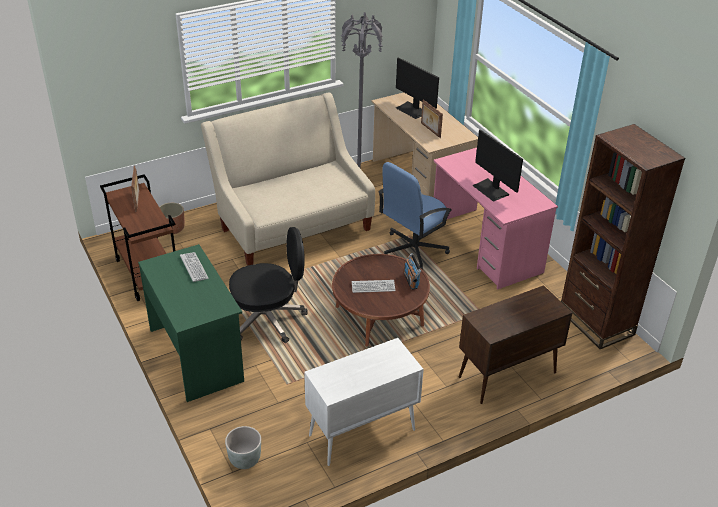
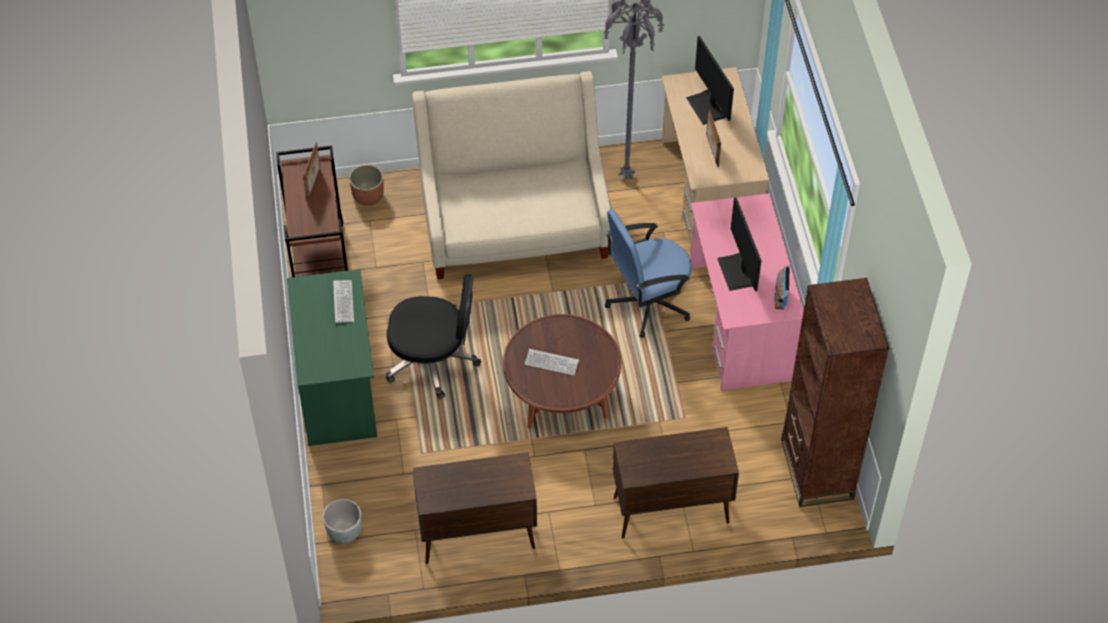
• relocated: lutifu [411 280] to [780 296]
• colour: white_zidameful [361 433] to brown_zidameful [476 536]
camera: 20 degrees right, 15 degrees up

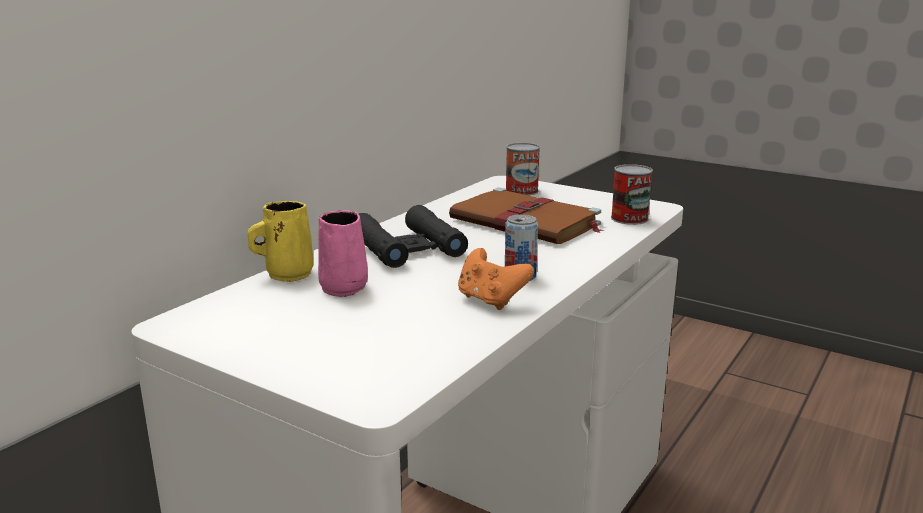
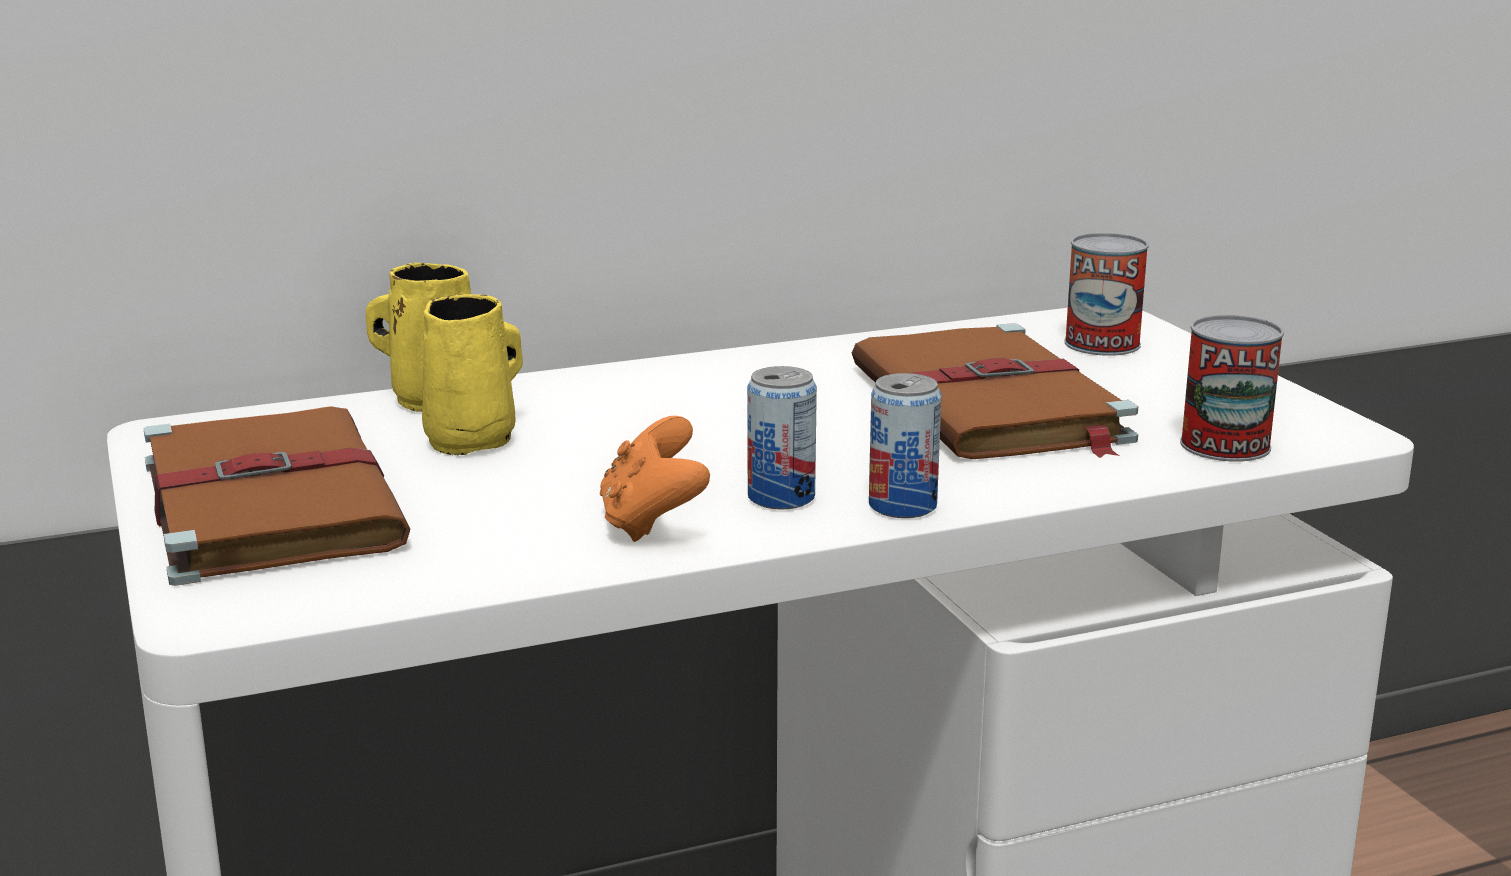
• missing: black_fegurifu [407 248]
• appeared: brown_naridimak [269 501]
• appeared: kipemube [902 506]
• colour: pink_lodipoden [344 287] to yellow_lodipoden [475 440]
camera: 35 degrees right, 0 degrees up

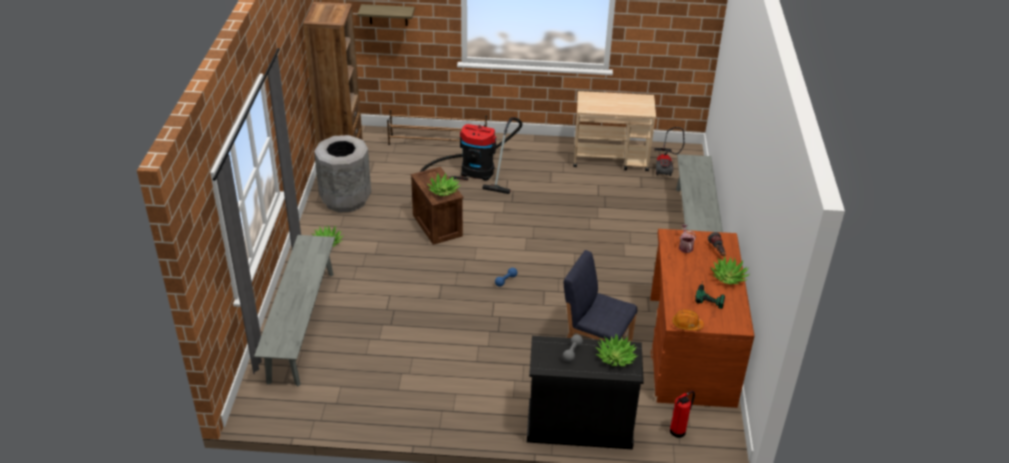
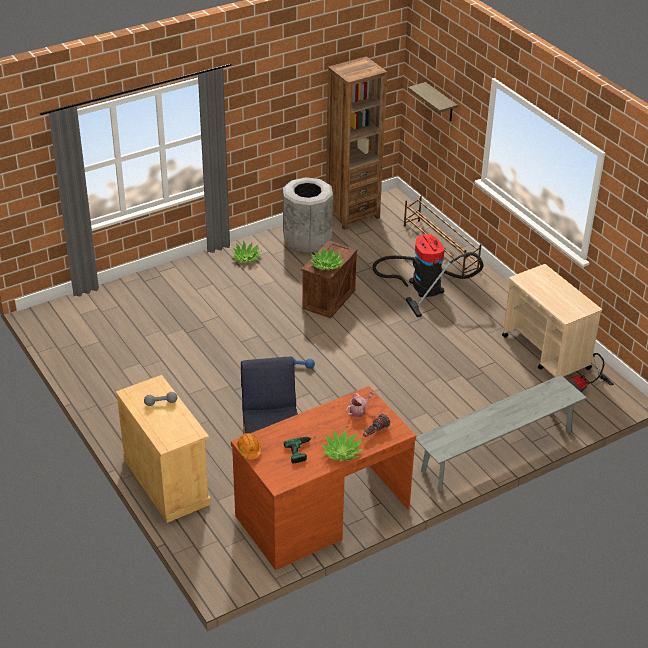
• missing: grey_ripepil [301 325]
• missing: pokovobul [615 357]
• missing: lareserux [679 430]
• colour: black_zidameful [579 426] to beige_zidameful [166 481]
camera: 55 degrees right, 0 degrees up

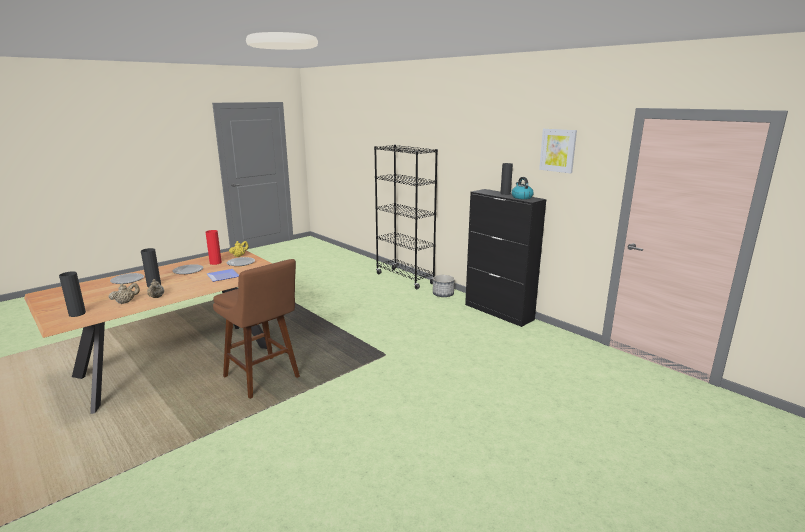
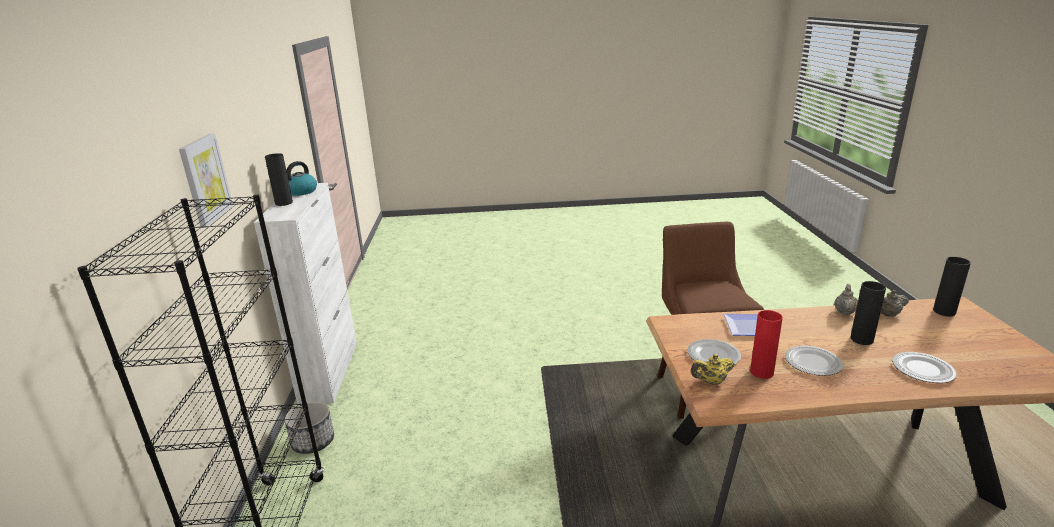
• relocated: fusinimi [558 150] to [205 179]
• colour: black_zidameful [499 312] to white_zidameful [330 371]
camera: 140 degrees left, 5 degrees up

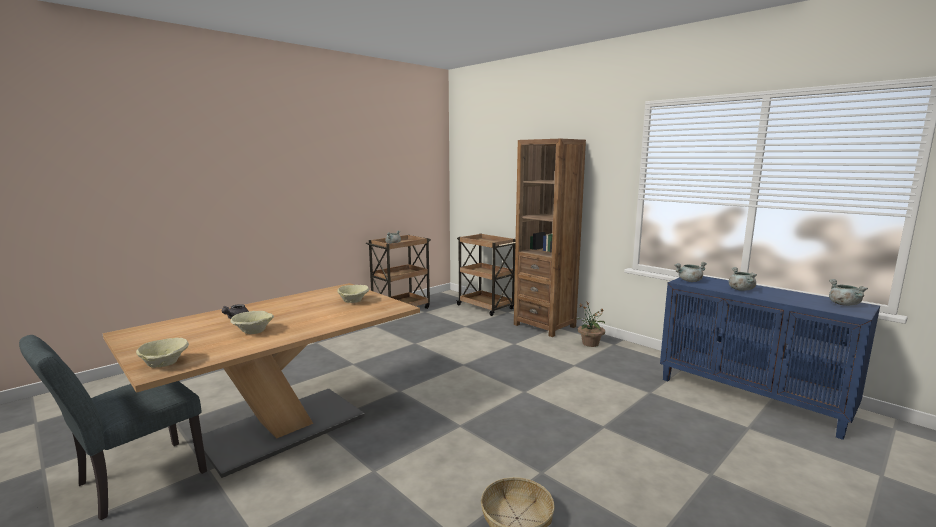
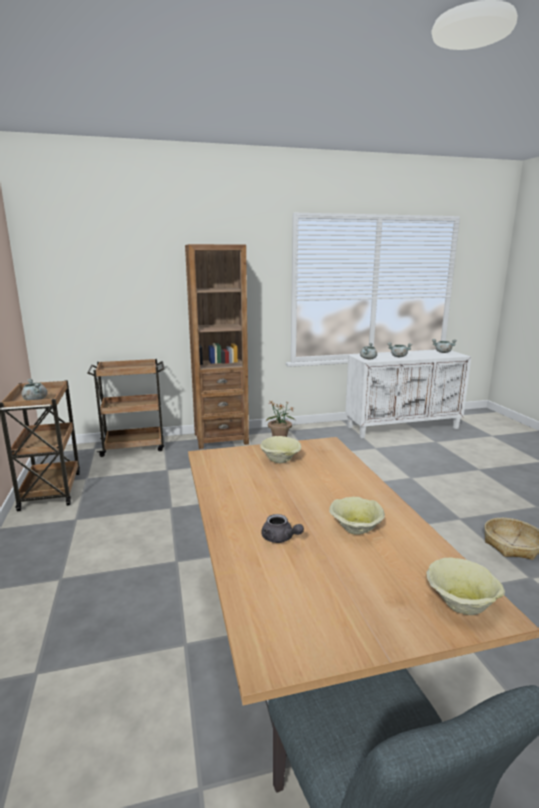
• colour: blue_zidameful [751 397] to white_zidameful [403 427]
camera: 60 degrees left, 5 degrees up

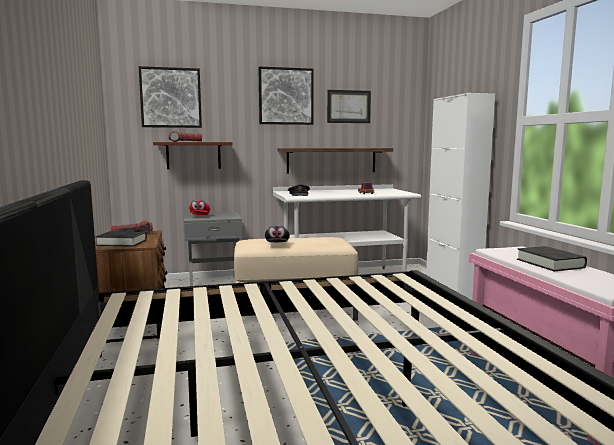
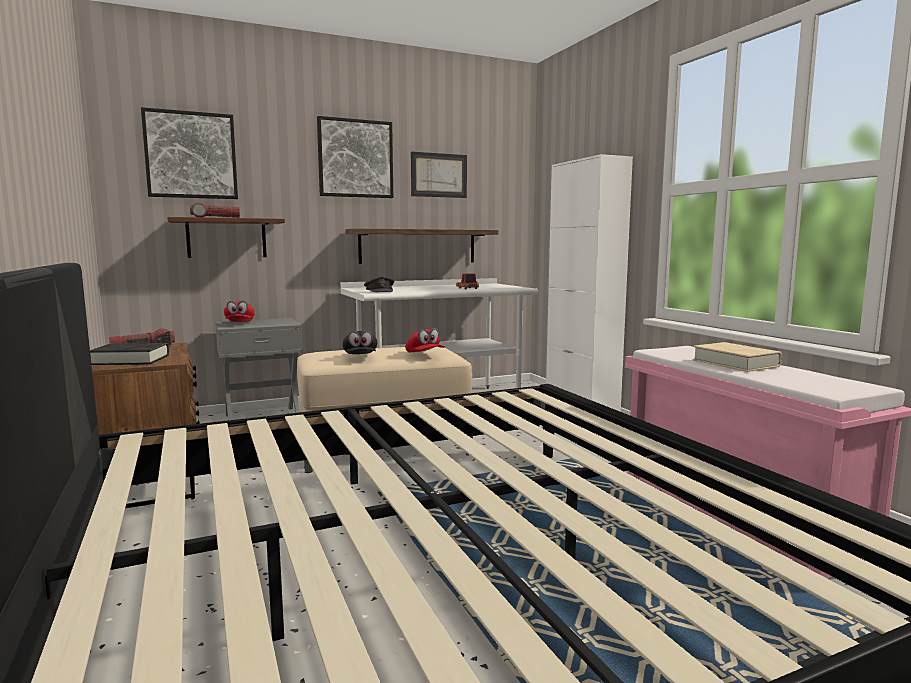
• appeared: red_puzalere [424 355]
• colour: black_naridimak [550 263] to beige_naridimak [735 363]
camera: 10 degrees left, 0 degrees up

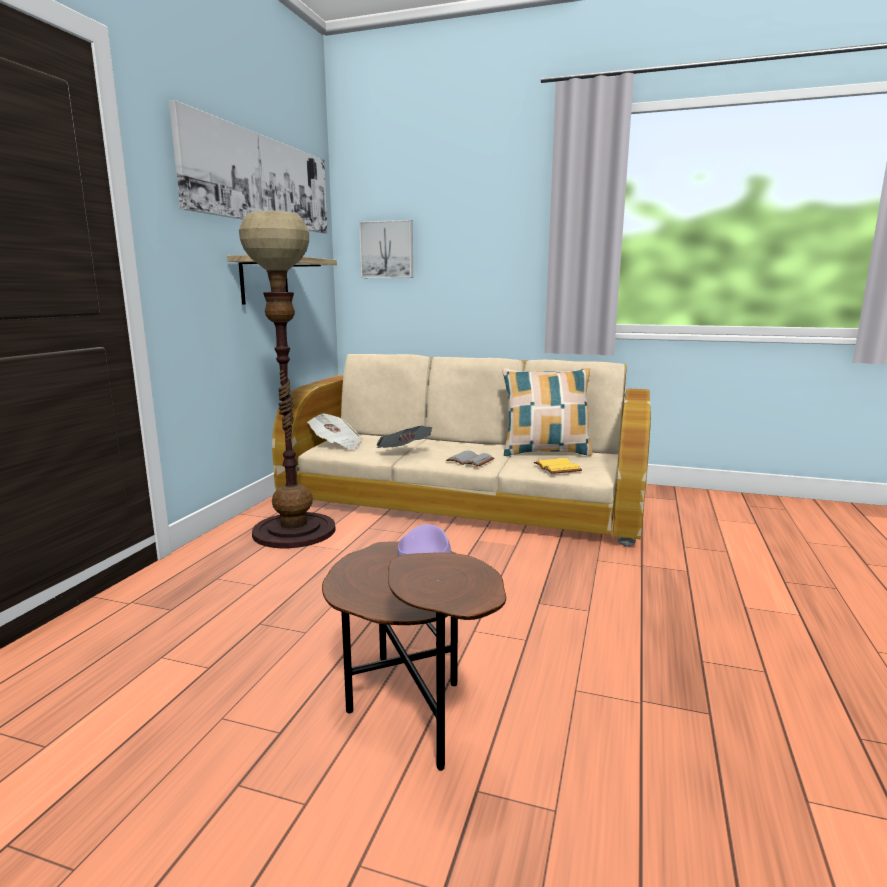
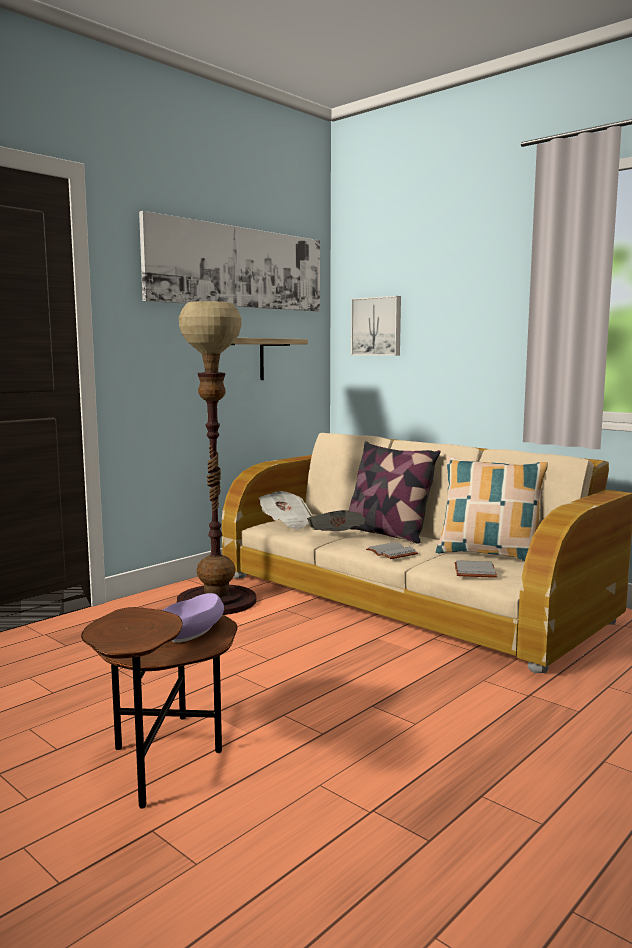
• appeared: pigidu [387 533]
• colour: yellow_naridimak [555 468] to grey_naridimak [473 571]
camera: 25 degrees right, 5 degrees down

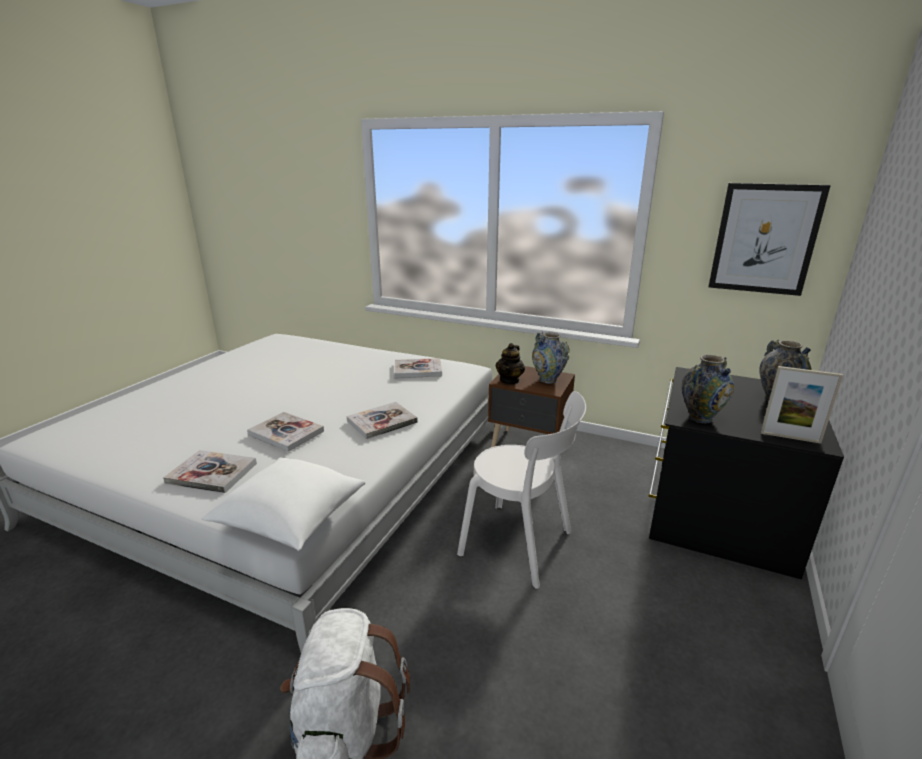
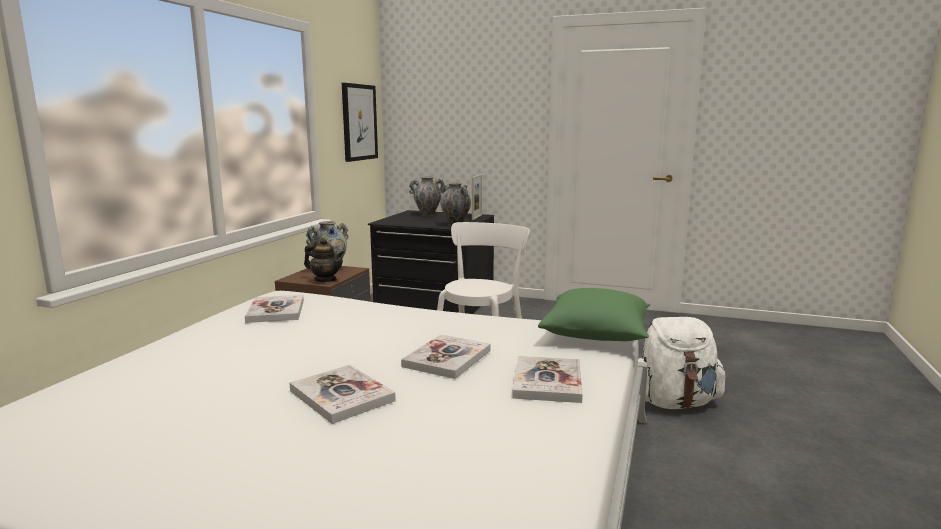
• relocated: naridimak [382 422] to [341 396]
• colour: white_pigidu [290 519] to green_pigidu [596 335]
camera: 95 degrees left, 10 degrees down

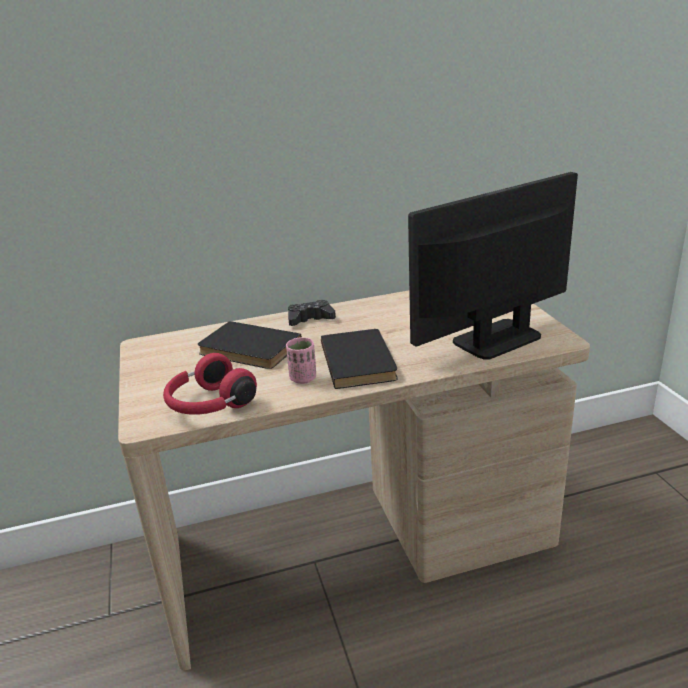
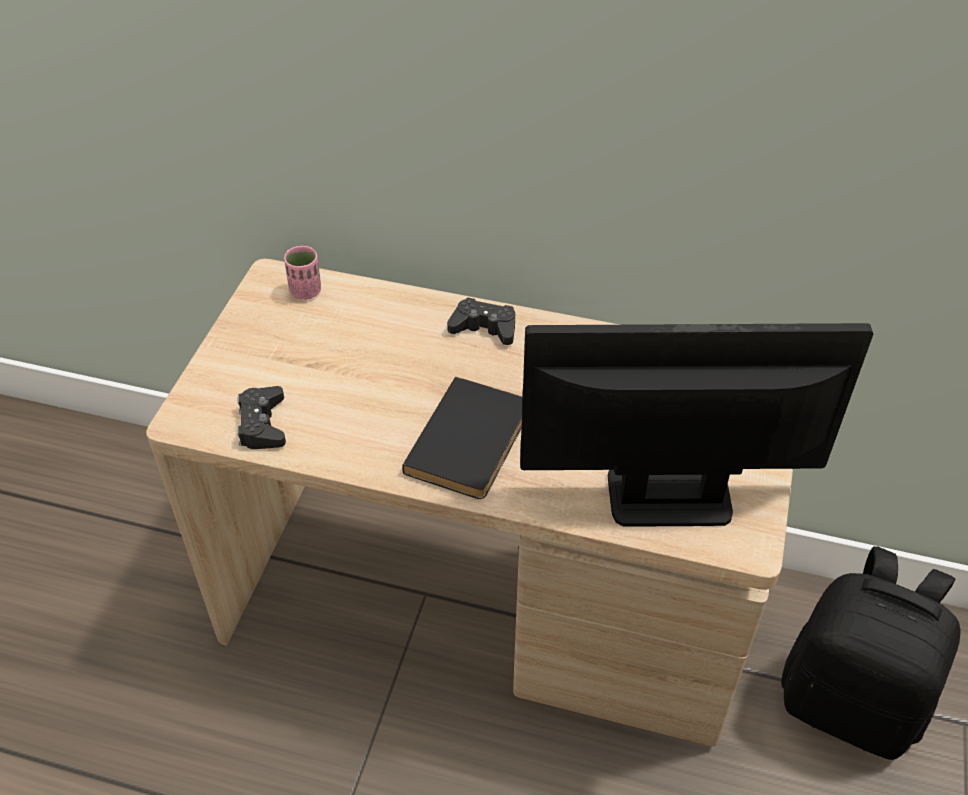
• missing: black_naridimak [248 350]
• appeared: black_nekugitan [850 702]
• relocated: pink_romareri [303 378] to [306 291]
• exchanged: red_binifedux [209 405] to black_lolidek [262 424]
camera: 30 degrees right, 20 degrees up

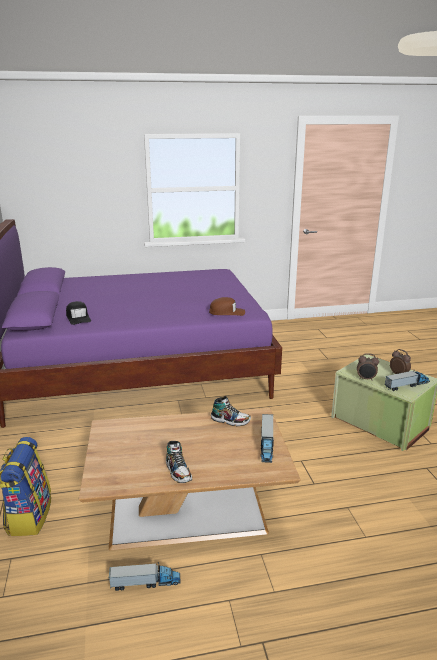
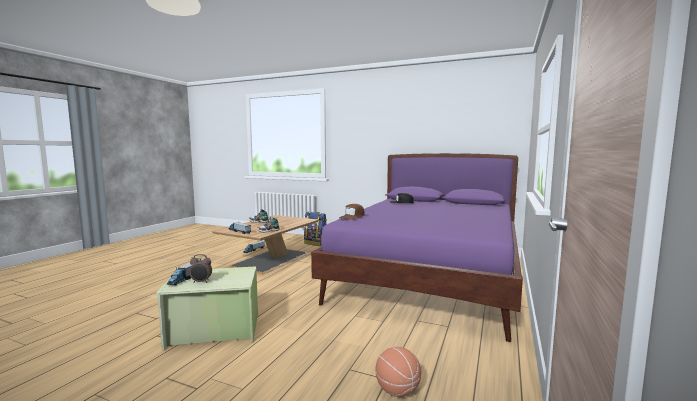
• missing: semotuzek [366 379]
• appeared: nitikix [397 391]
camera: 125 degrees right, 15 degrees down

